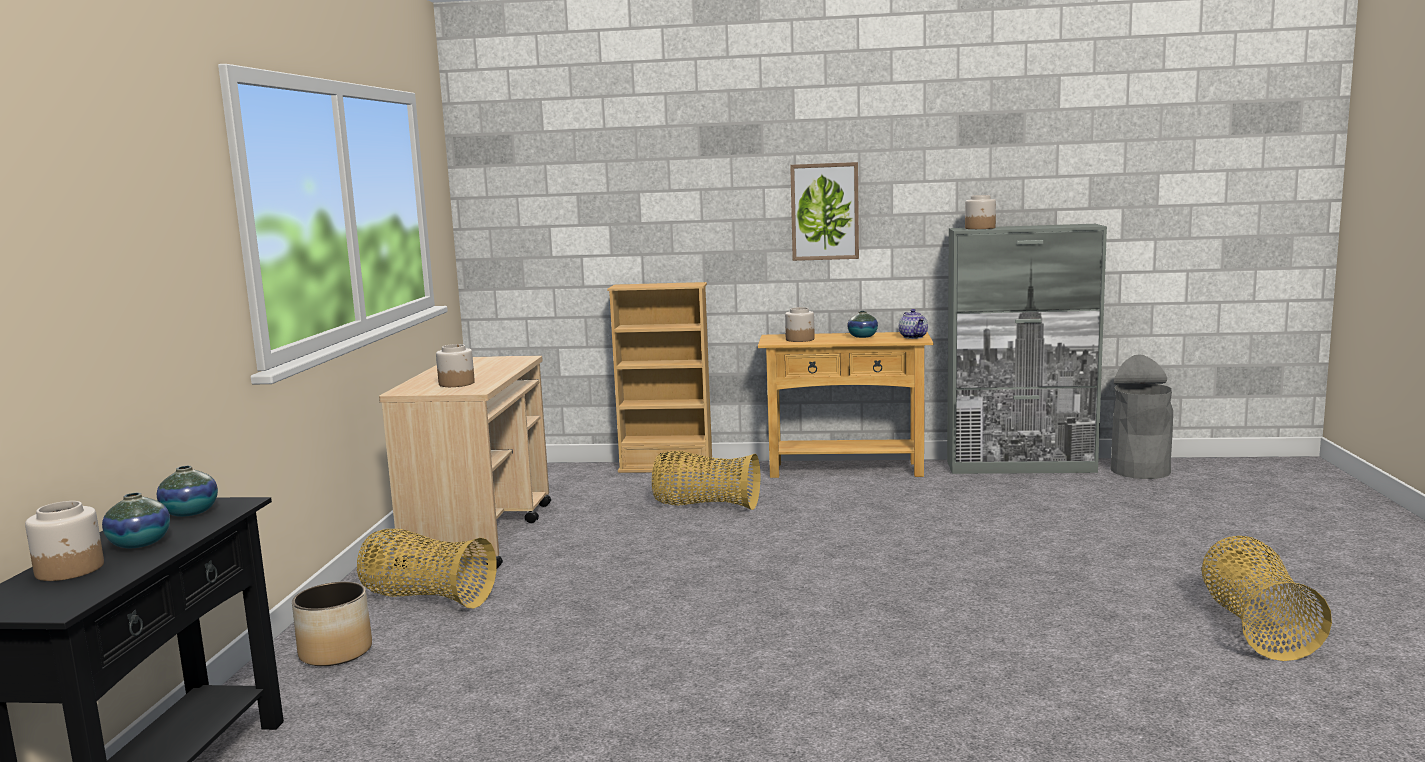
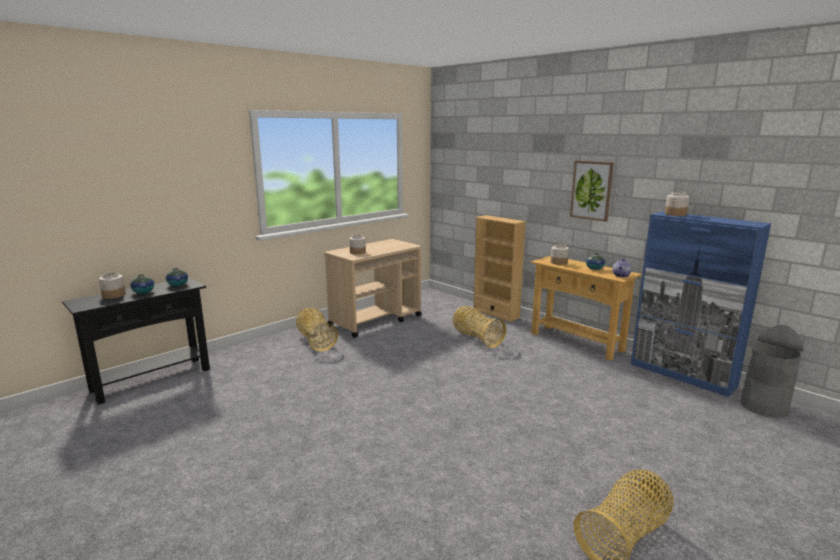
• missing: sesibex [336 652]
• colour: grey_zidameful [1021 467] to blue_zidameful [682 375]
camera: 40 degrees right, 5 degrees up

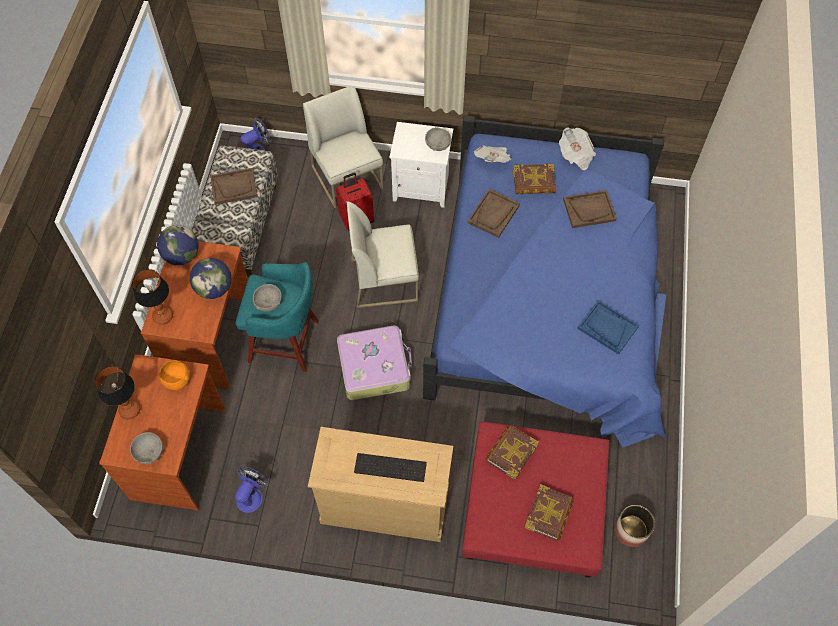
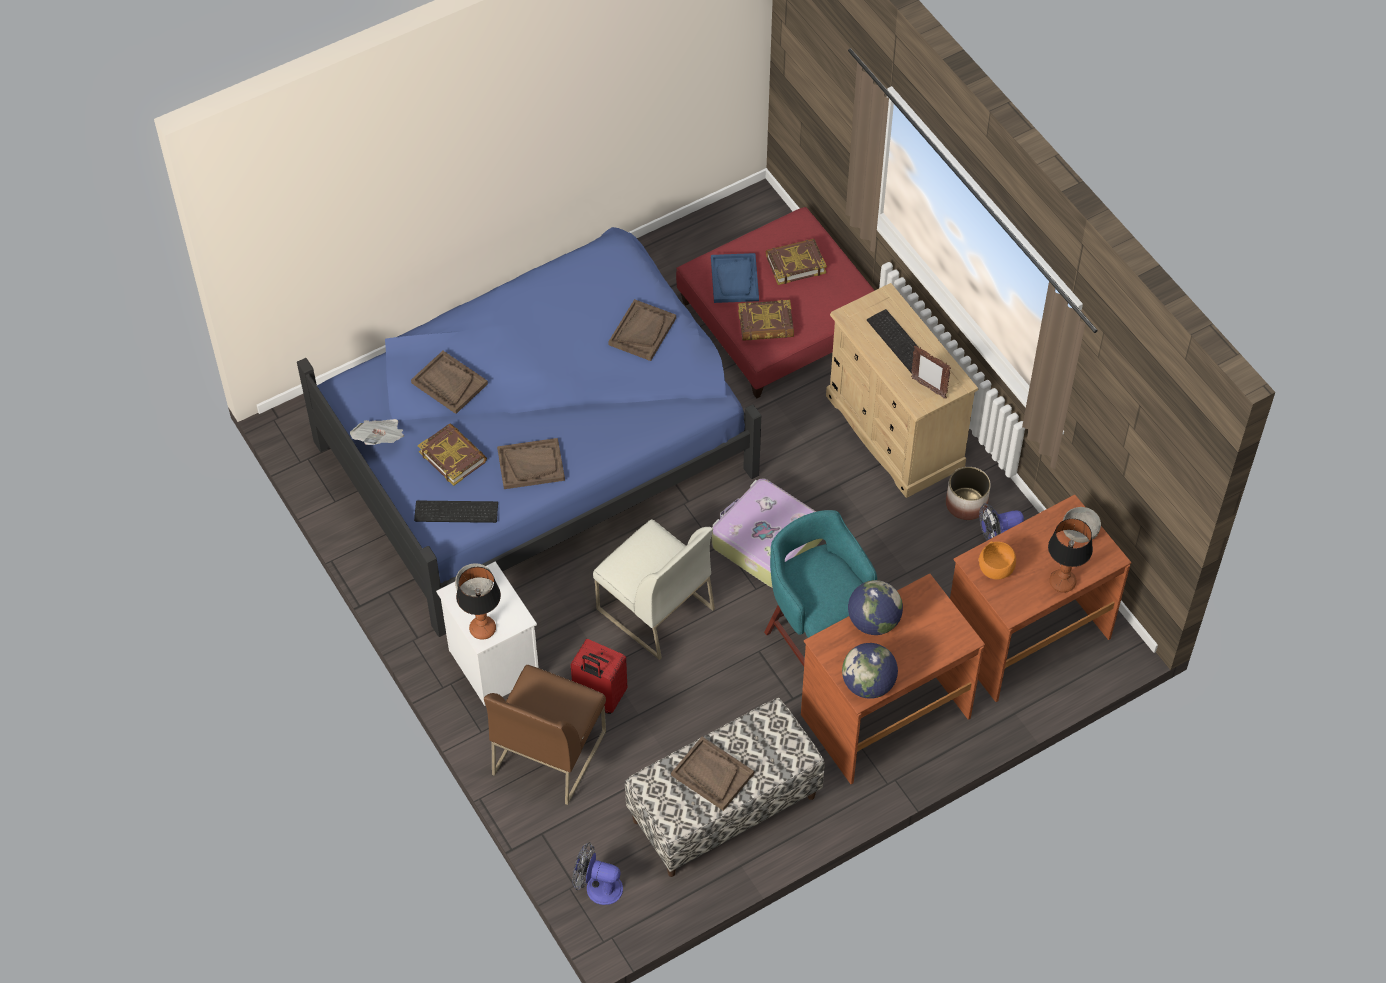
• missing: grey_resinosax [268 302]
• appeared: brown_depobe [642 331]
• appeared: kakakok [928 388]
• relocated: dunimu [162 316] to [483 629]
• relocated: blue_depobe [607 328] to [734 279]
• relocated: sesibex [631 530] to [966 503]
• exchanged: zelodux [493 160] to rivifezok [455 513]
• colour: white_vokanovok [348 178] to brown_vokanovok [548 752]
camera: 130 degrees left, 5 degrees down

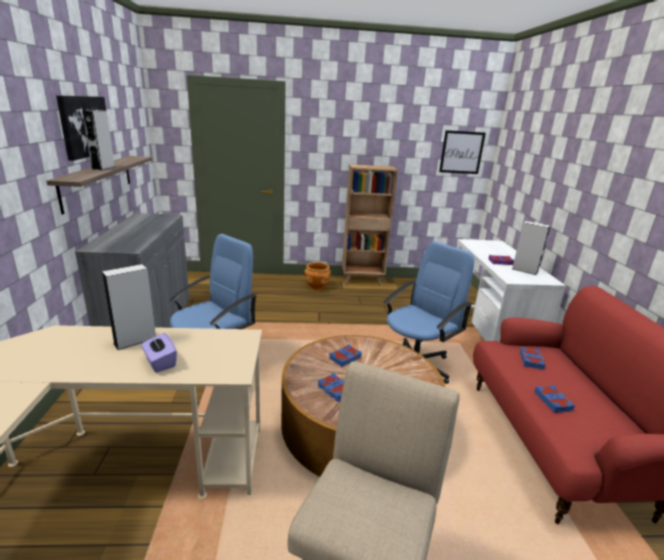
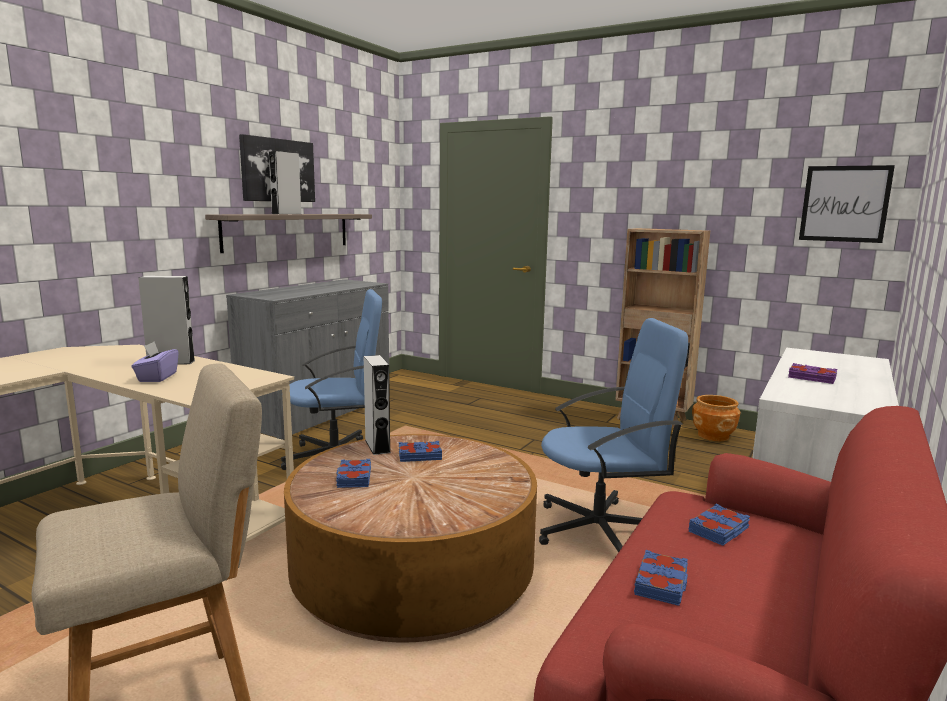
• relocated: brown_sesibex [317 286] to [713 436]
• relocated: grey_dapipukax [524 270] to [377 446]
camera: 35 degrees right, 10 degrees down

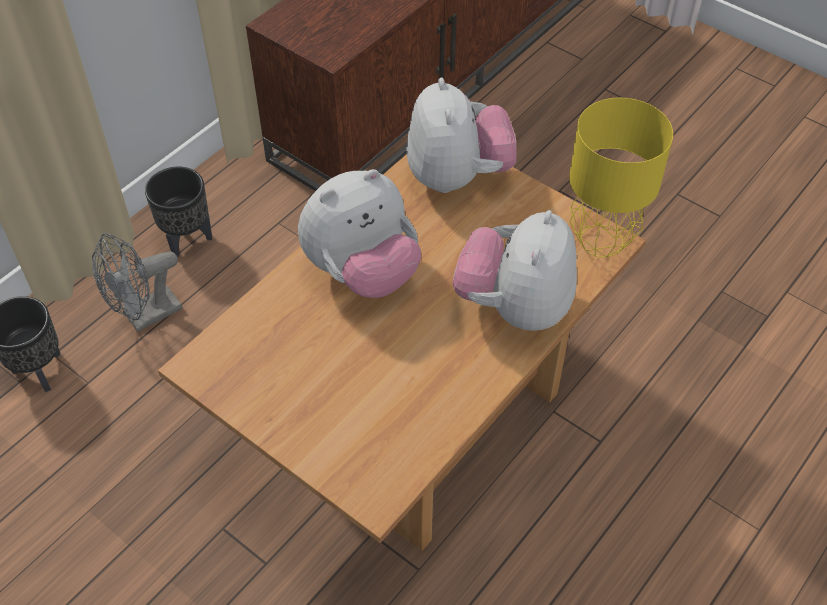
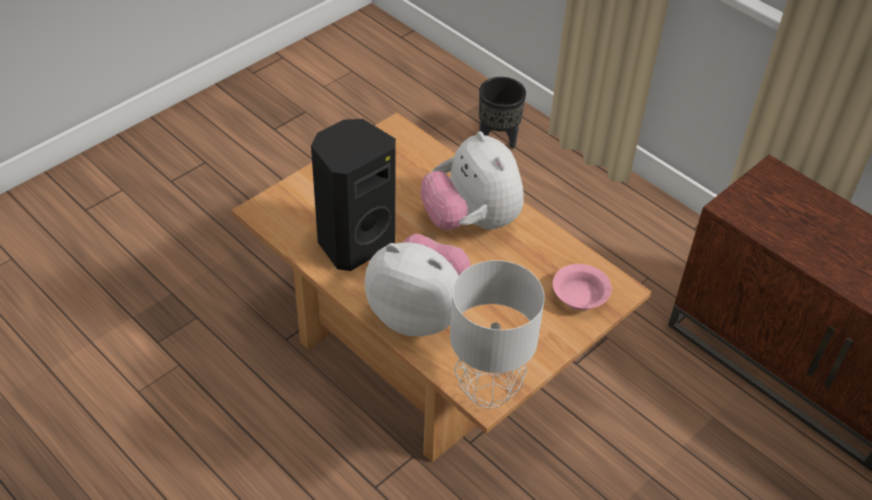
• missing: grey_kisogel [145 316]
• missing: black_sesibex [187 239]
• appeared: black_dapipukax [354 242]
• exchanged: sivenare [457 176] to pink_resinosax [580 296]
• colour: yellow_dunimu [600 240] to grey_dunimu [489 390]
camera: 95 degrees right, 5 degrees down

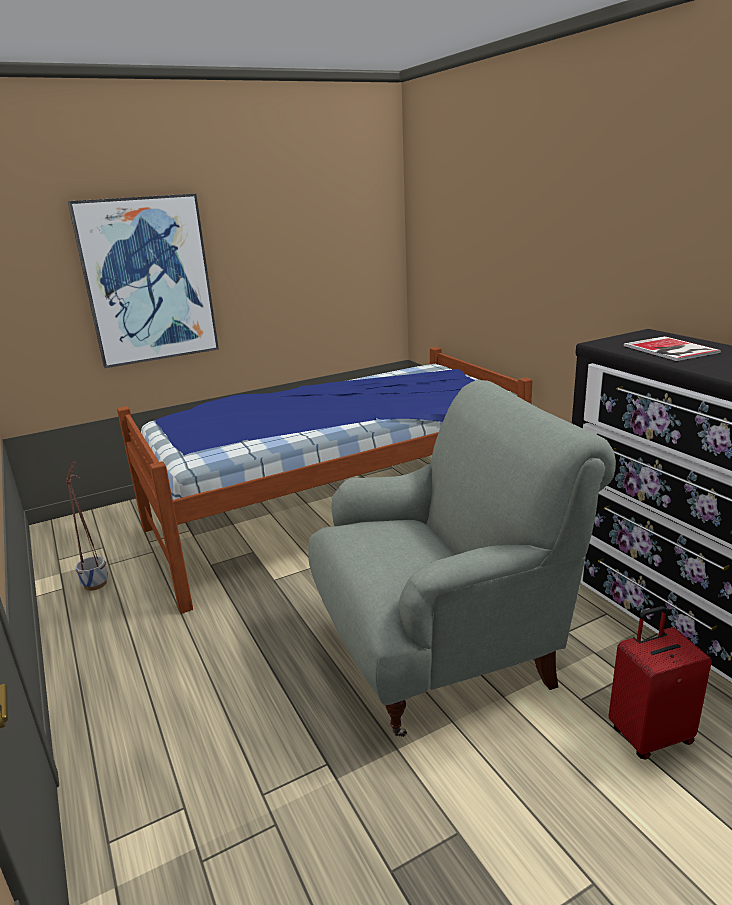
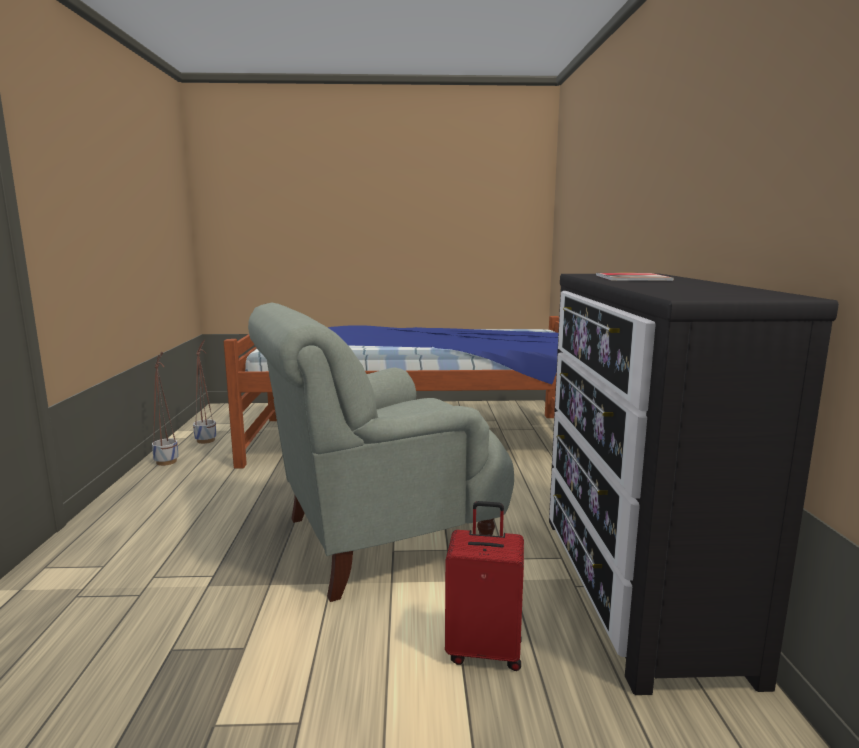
• missing: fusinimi [148 280]
• appeared: sesibex [167 462]
• spun: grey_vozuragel [441 652] = [380 539] 150 degrees clockwise
camera: 25 degrees right, 10 degrees down

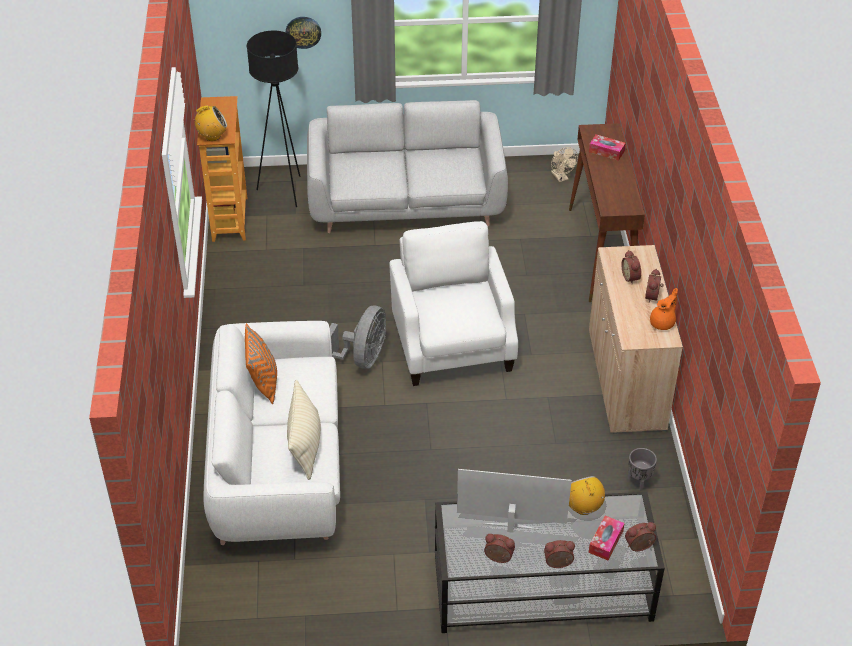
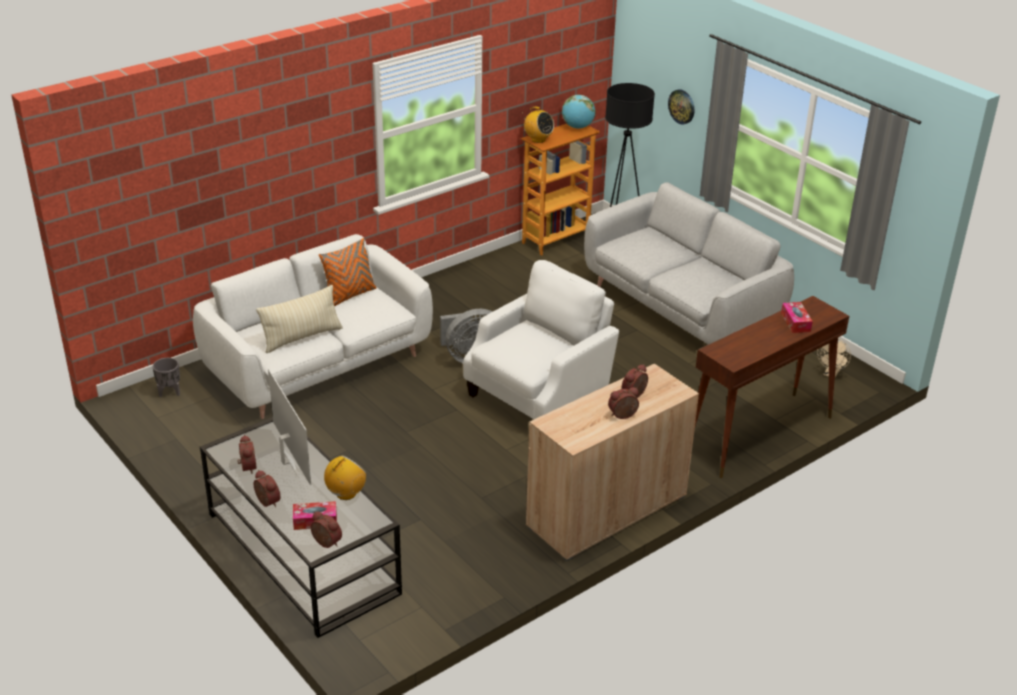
• missing: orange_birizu [663 323]
• appeared: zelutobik [577 127]
• relocated: grey_sesibex [638 481] to [170 392]
camera: 55 degrees right, 10 degrees down

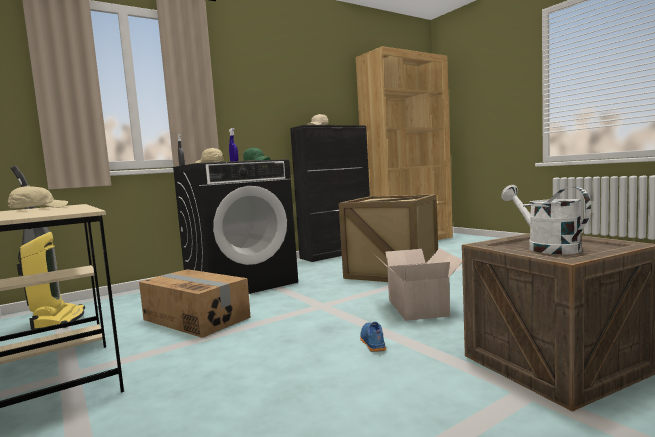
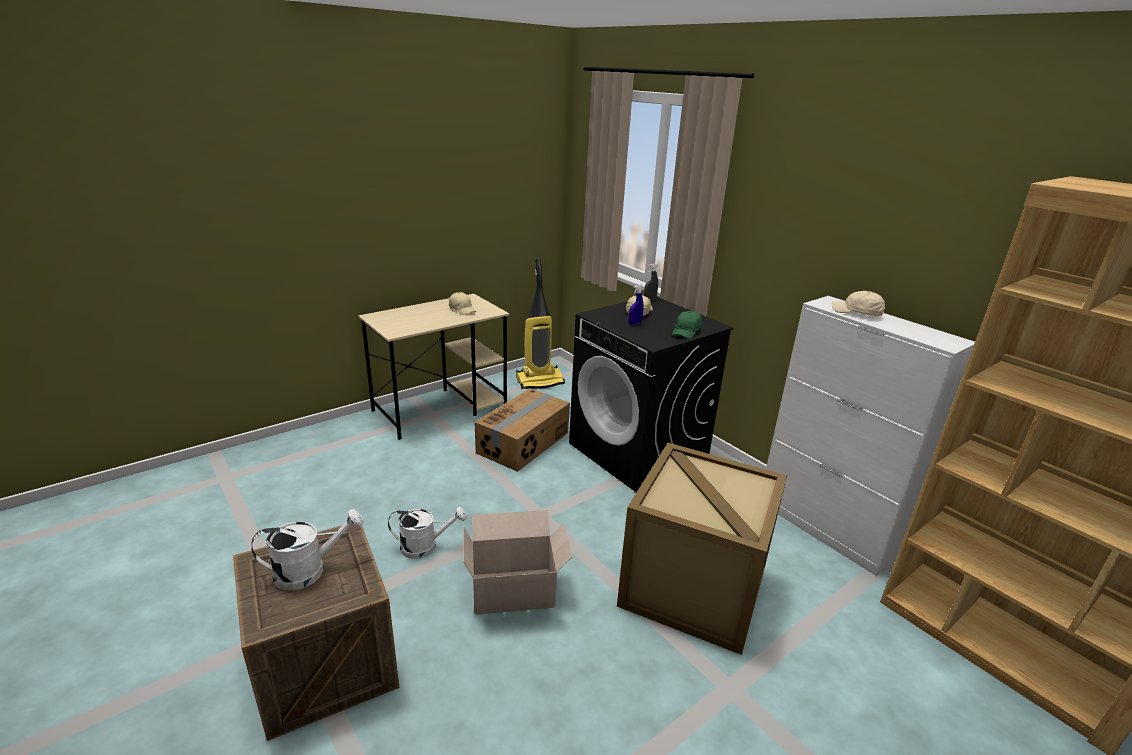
• exchanged: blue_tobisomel [372 343] to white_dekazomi [425 546]
• colour: black_zidameful [337 254] to white_zidameful [825 529]
camera: 85 degrees right, 20 degrees up

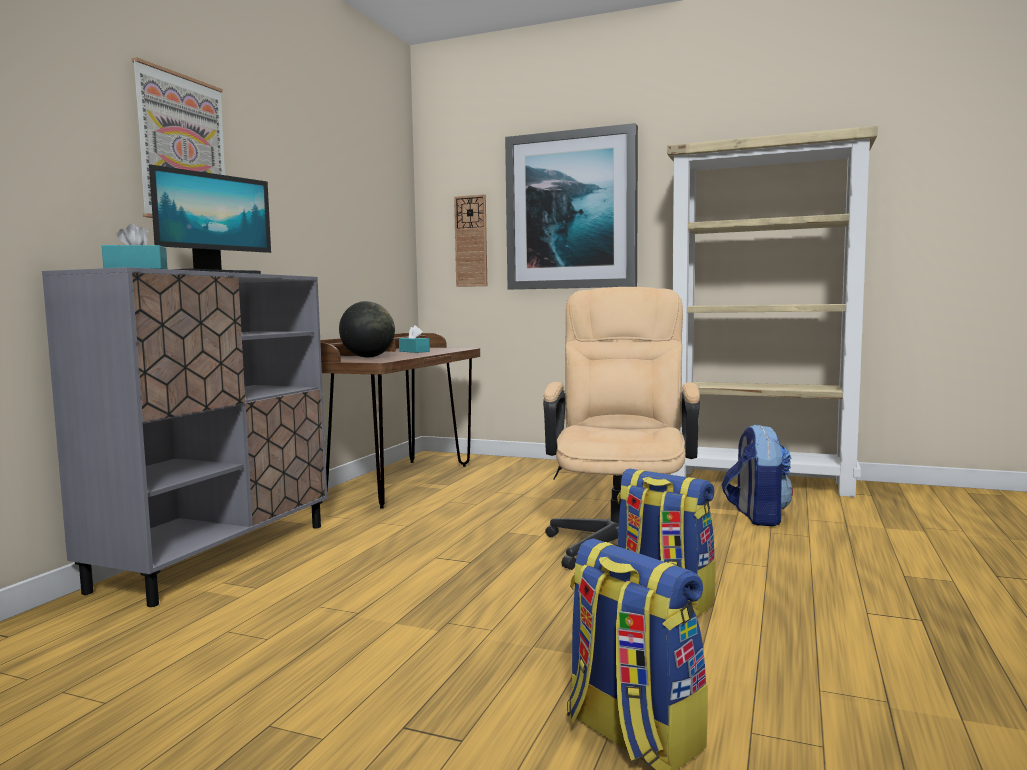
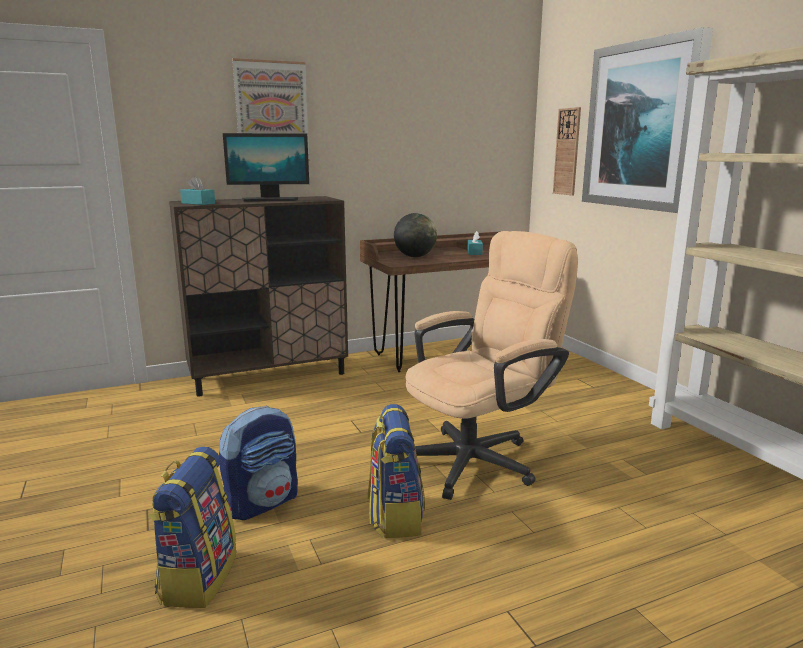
• relocated: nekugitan [756 516] to [263 502]
• colour: grey_zidameful [217 555] to brown_zidameful [269 375]
camera: 45 degrees right, 10 degrees up

